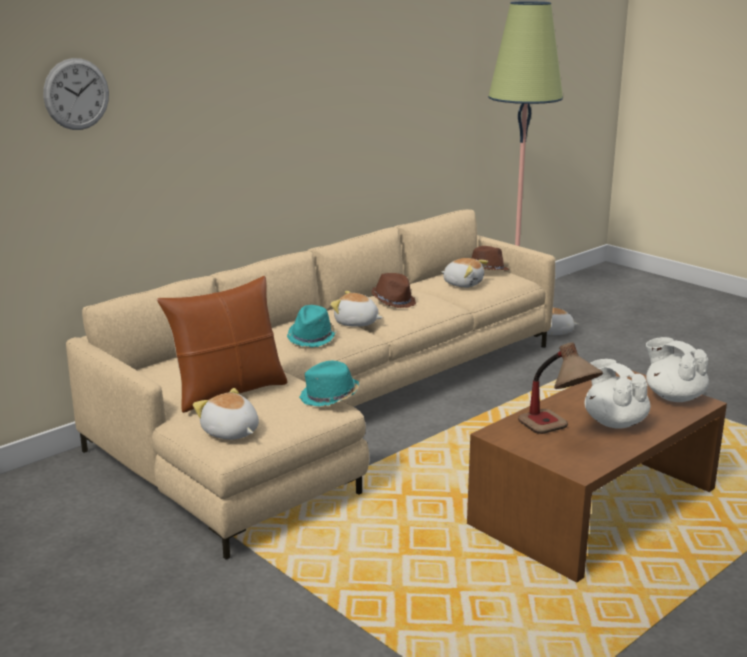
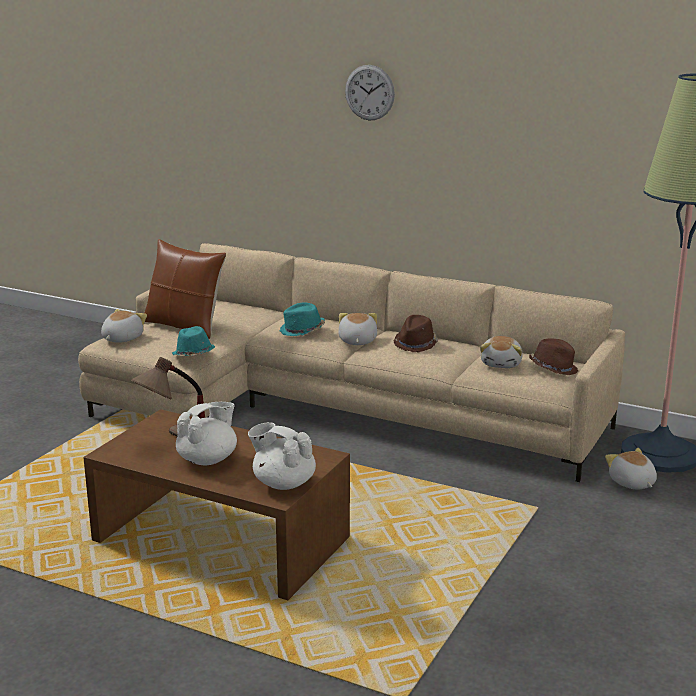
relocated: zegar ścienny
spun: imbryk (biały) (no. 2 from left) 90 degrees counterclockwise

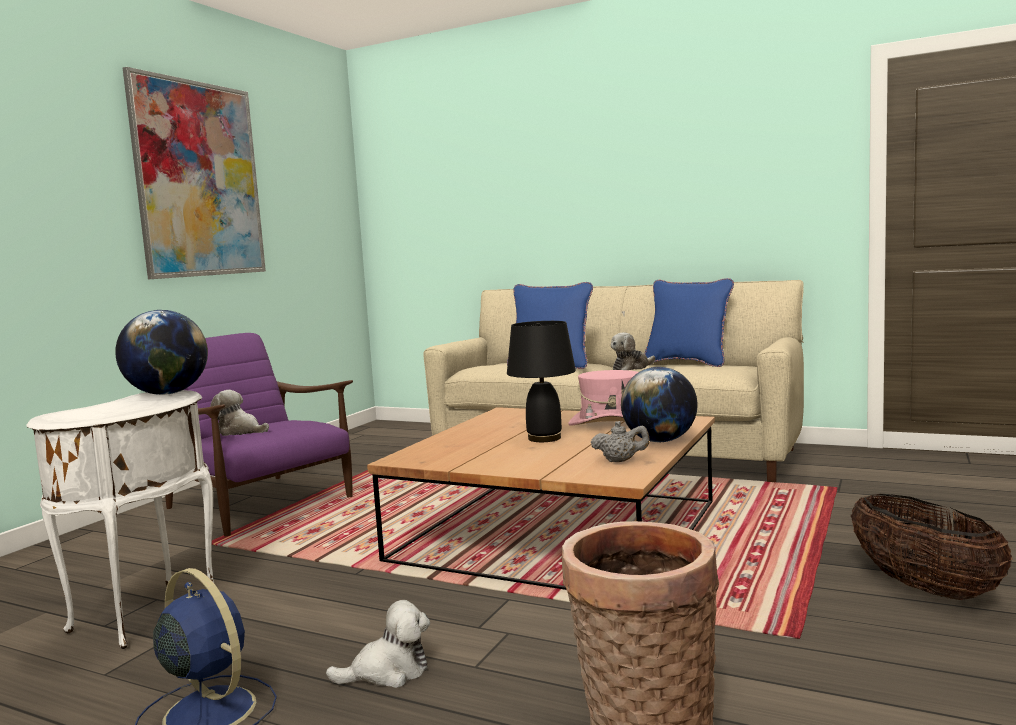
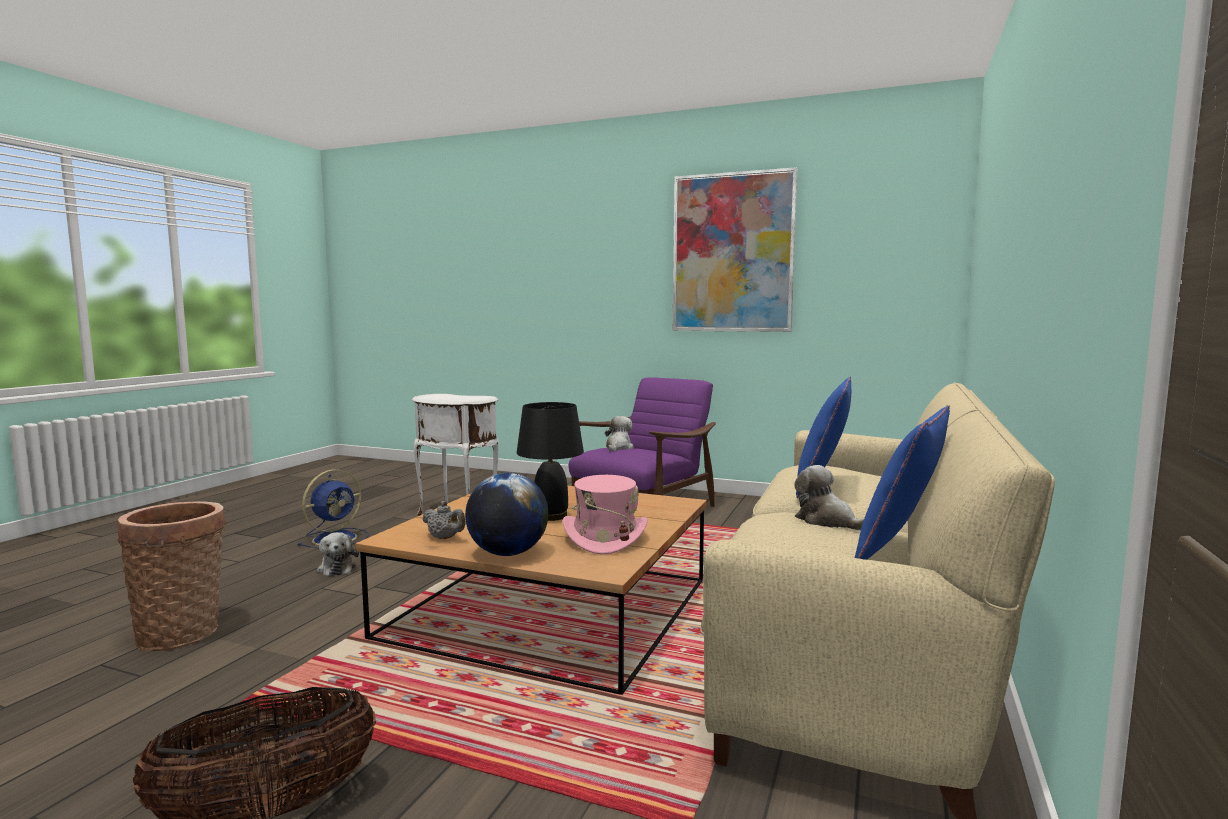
missing: globus (no. 1 from left)
spun: imbryk (szary) 60 degrees counterclockwise

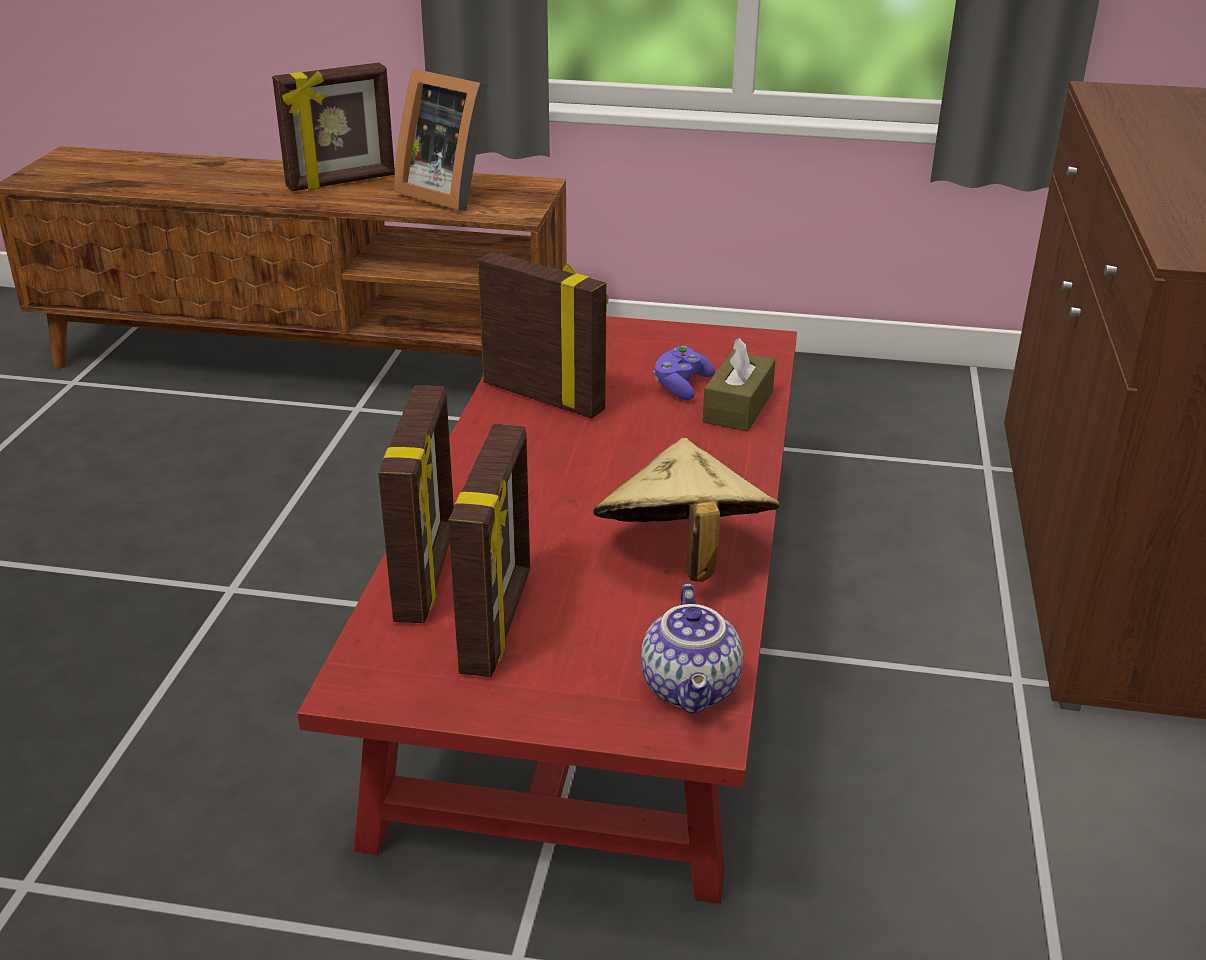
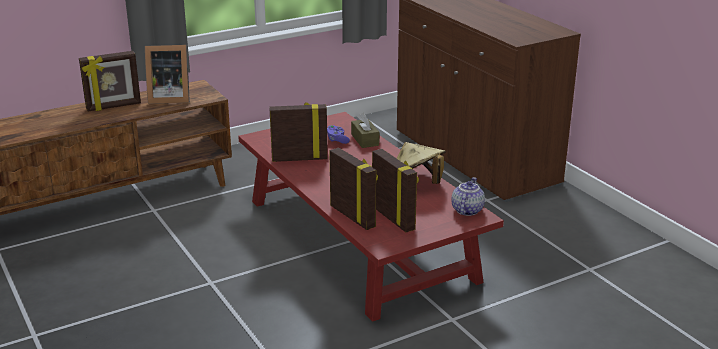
spun: ramka na zdjęcie (no. 1 from left) 45 degrees clockwise; imbryk 120 degrees counterclockwise

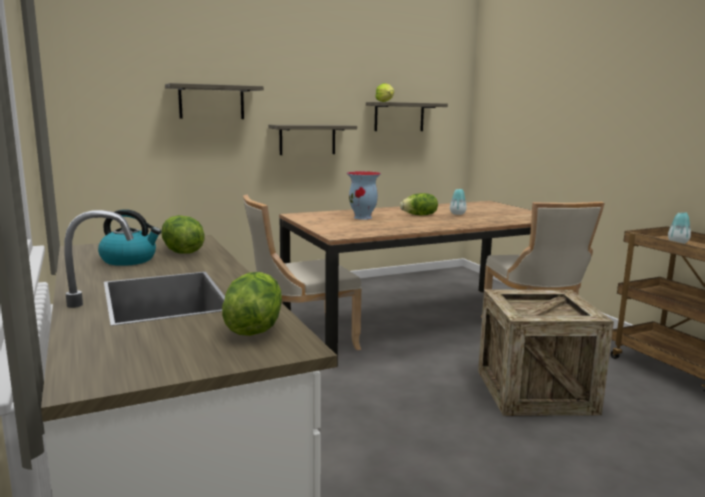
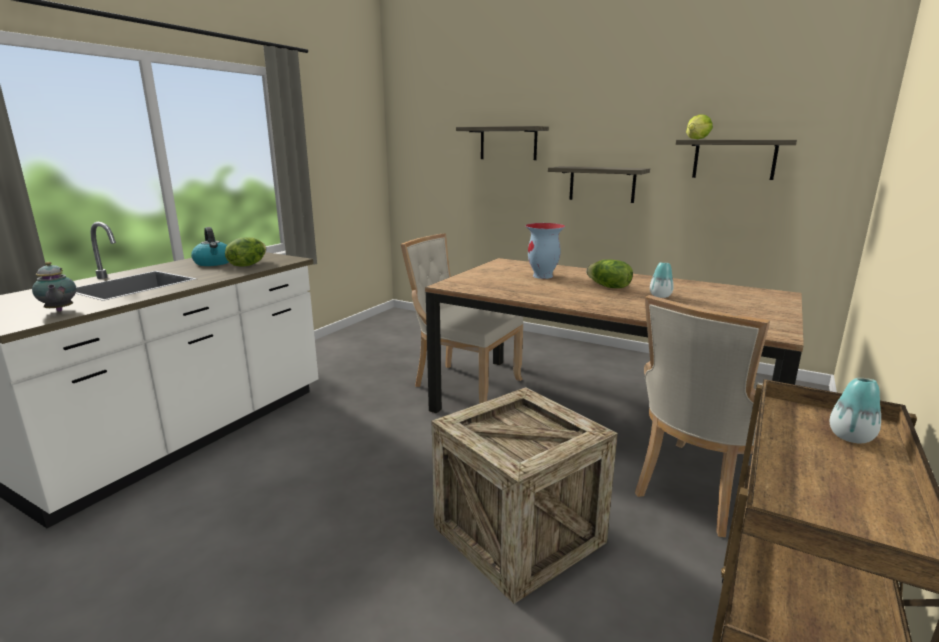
exchanged: sałata (no. 2 from left) to imbryk

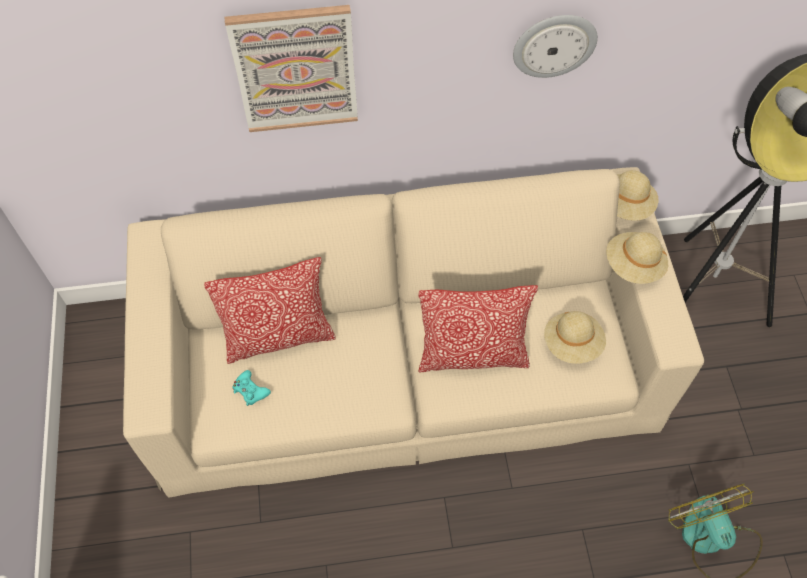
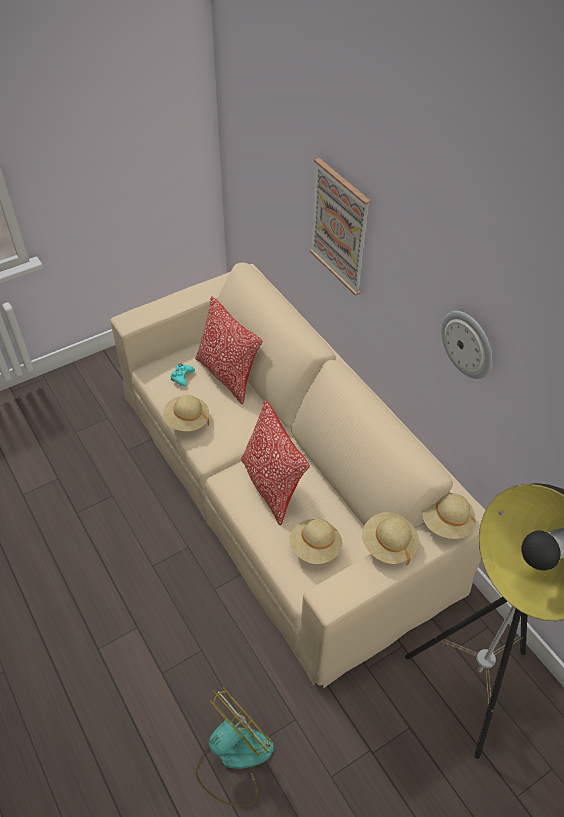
appeared: kapelusz (beżowy) (no. 1 from left)

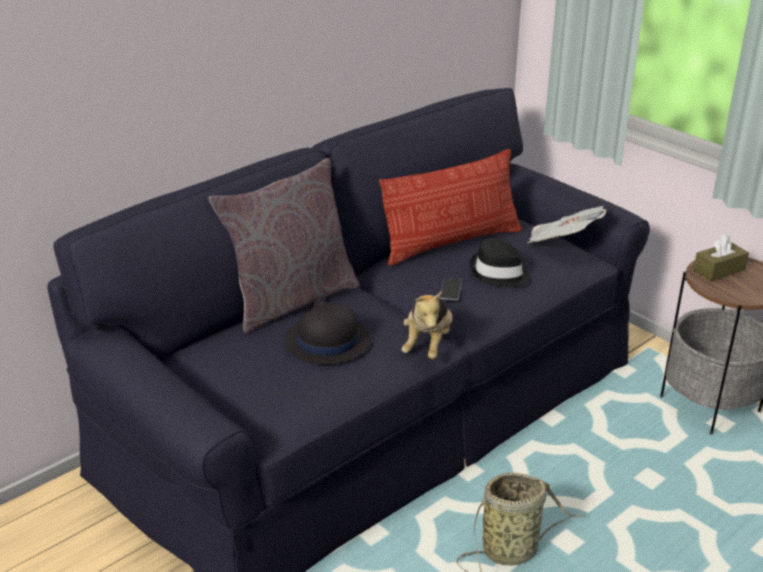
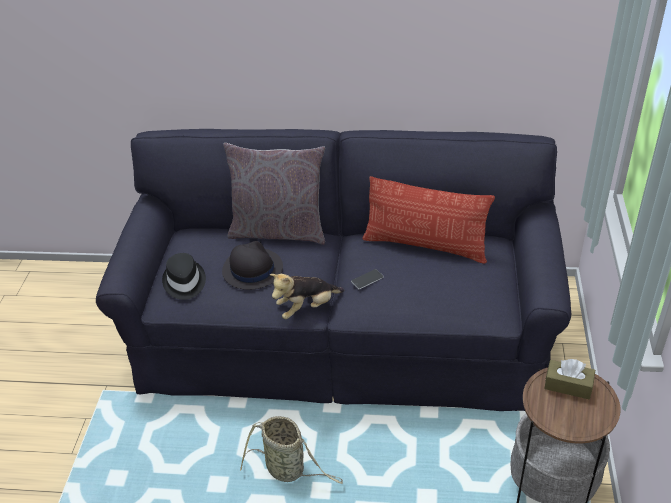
missing: gazeta
relocated: kapelusz (czarny) (no. 2 from left in the first image) to kapelusz (czarny) (no. 1 from left)

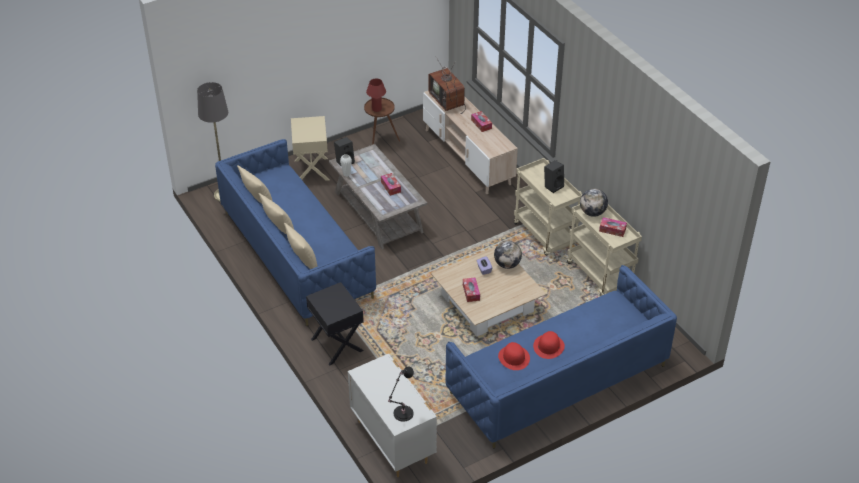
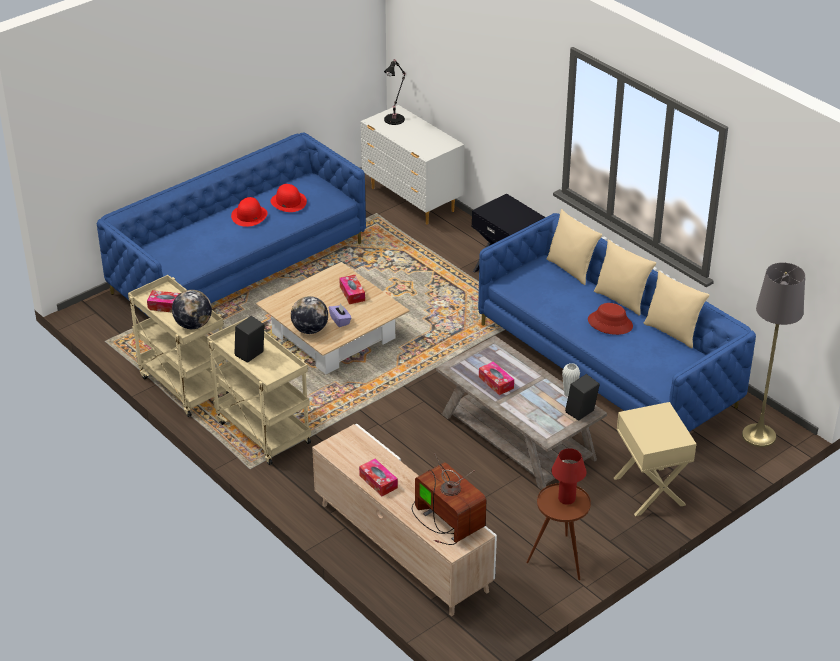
appeared: kapelusz (czerwony) (no. 3 from left)

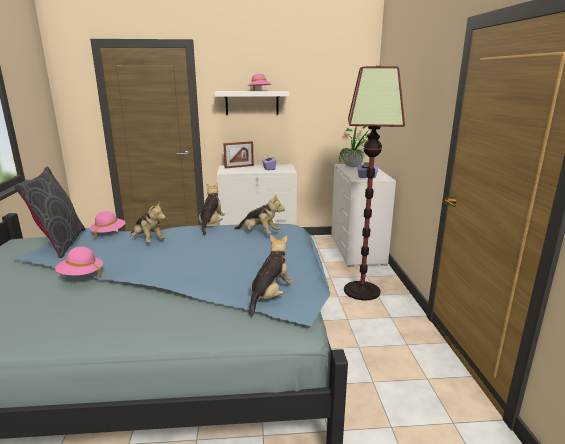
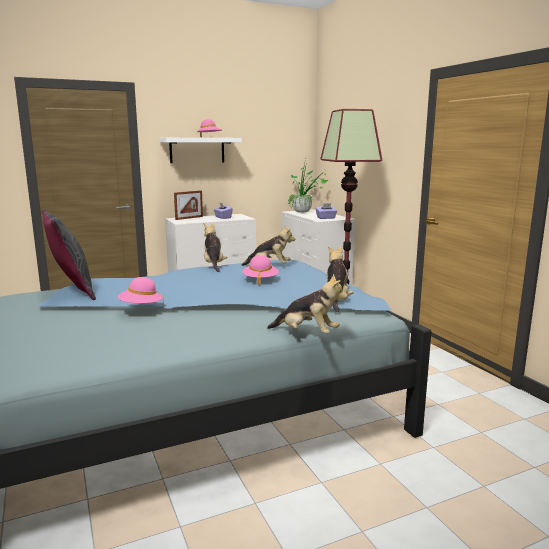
relocated: pluszak (no. 1 from left in the first image) to pluszak (no. 3 from left); kapelusz (różowy) (no. 2 from left in the first image) to kapelusz (różowy) (no. 3 from left)

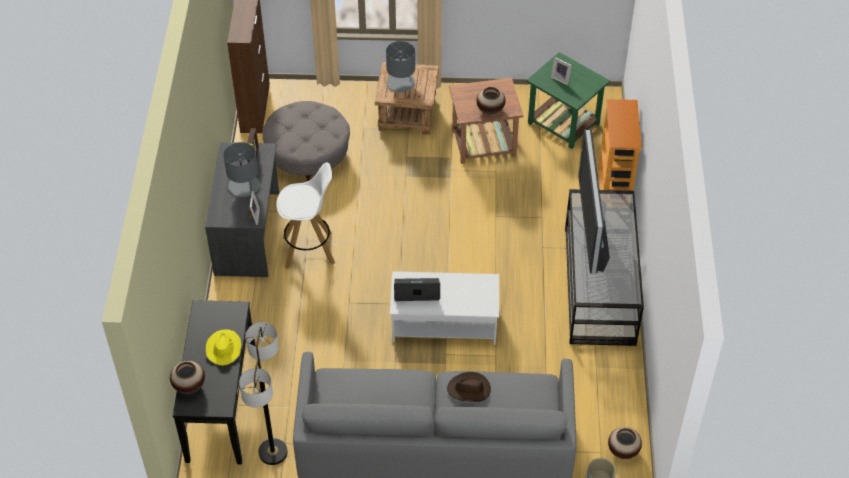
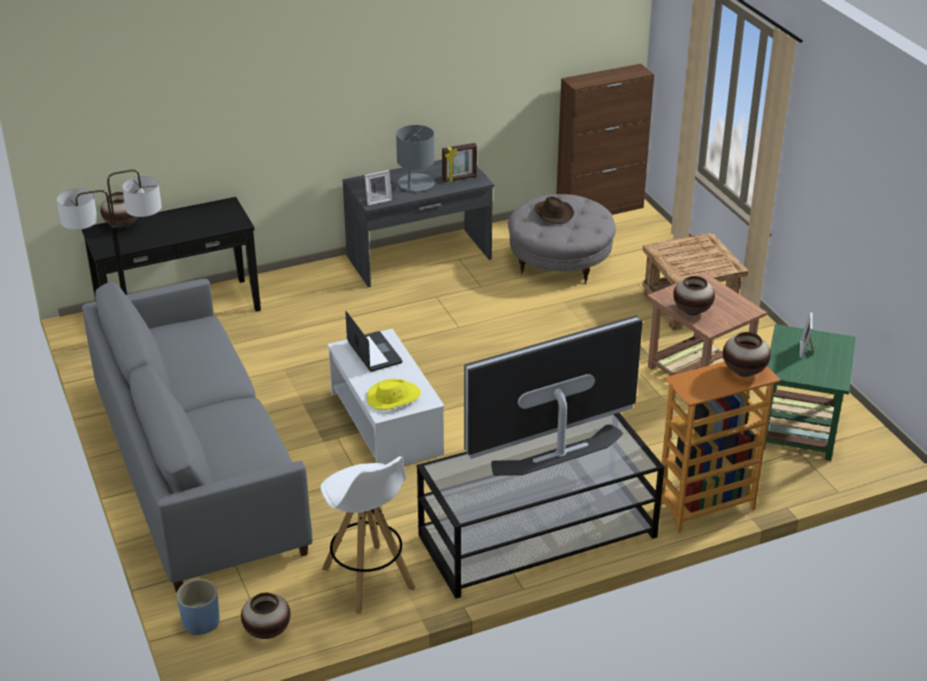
missing: lampa stołowa (szary) (no. 2 from left)
appeared: wazon (no. 4 from left)
relocated: stołek (biały); kapelusz (żółty); kapelusz (brązowy)

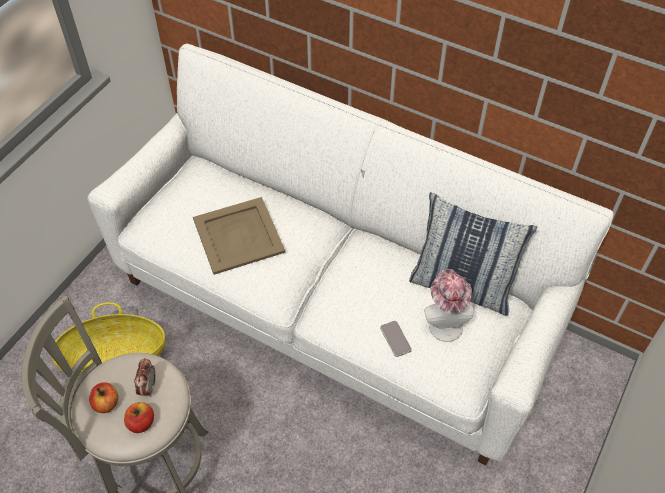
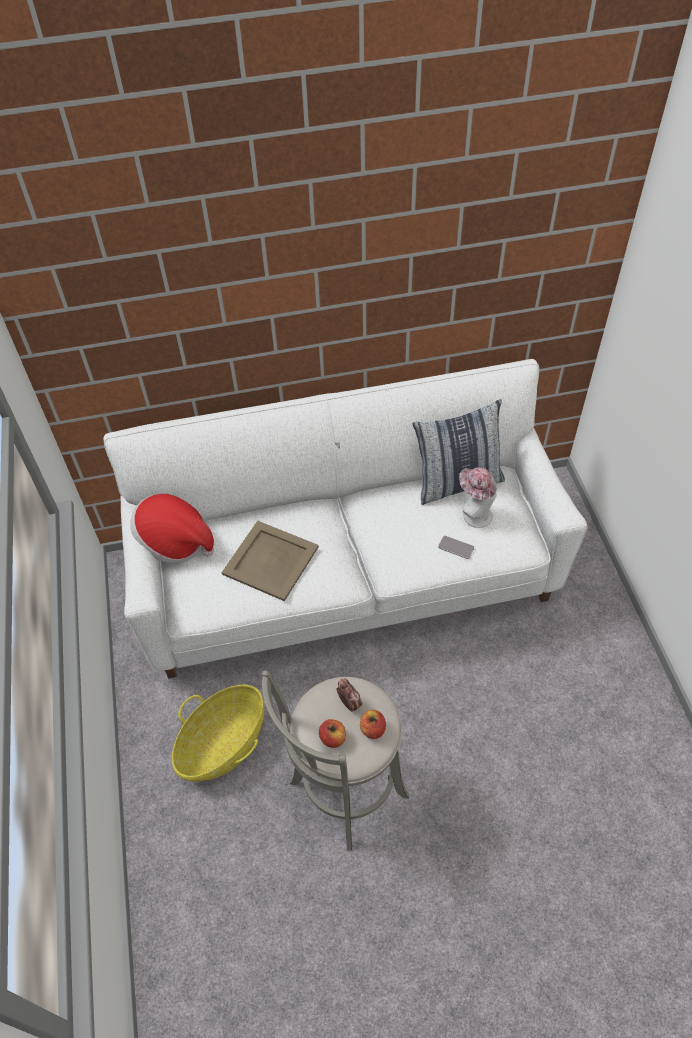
appeared: kapelusz (no. 1 from left)

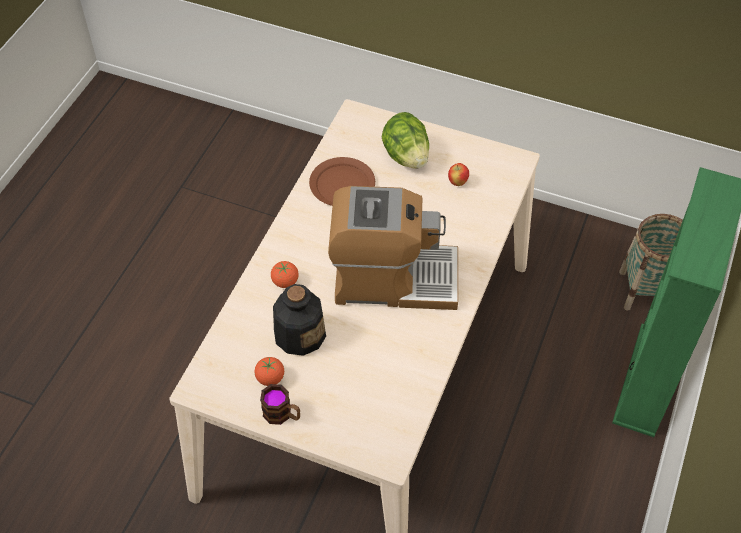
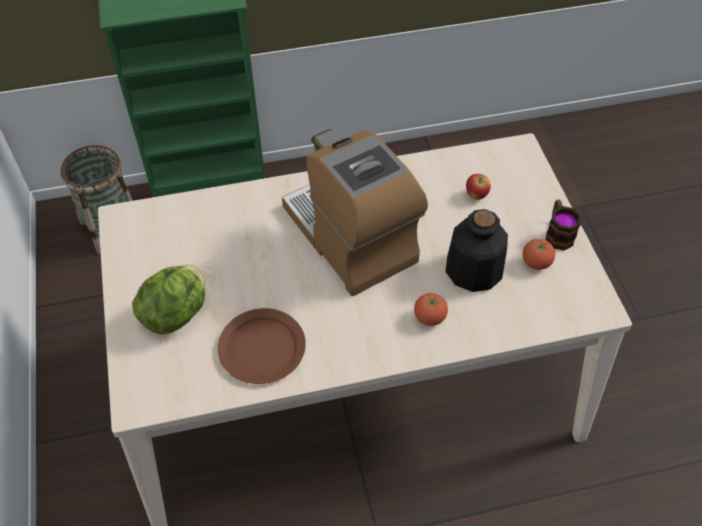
relocated: jabłko

